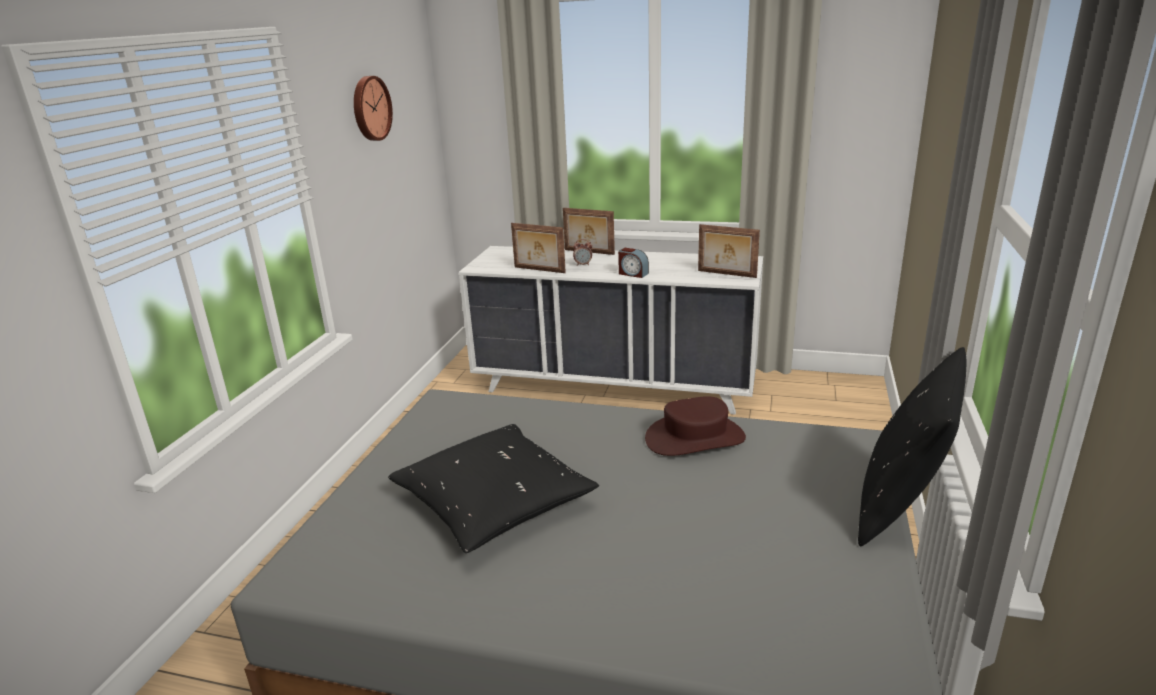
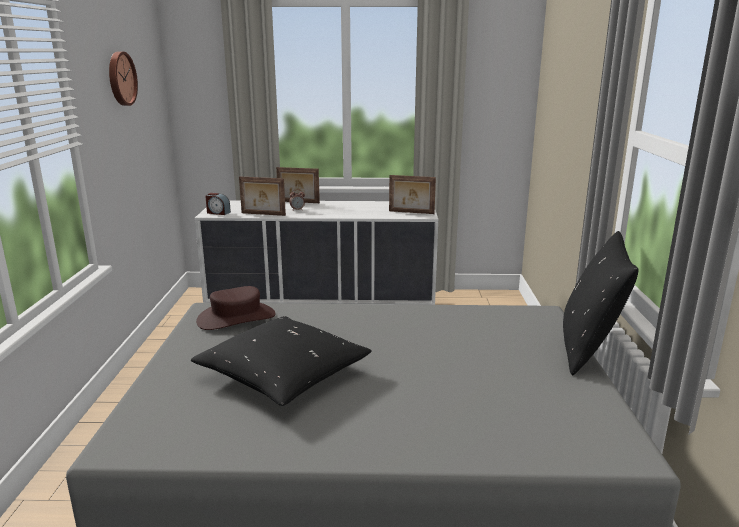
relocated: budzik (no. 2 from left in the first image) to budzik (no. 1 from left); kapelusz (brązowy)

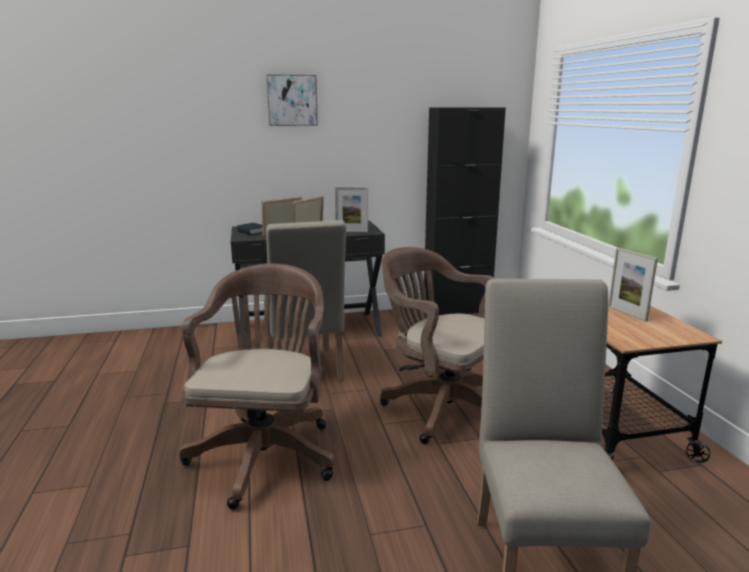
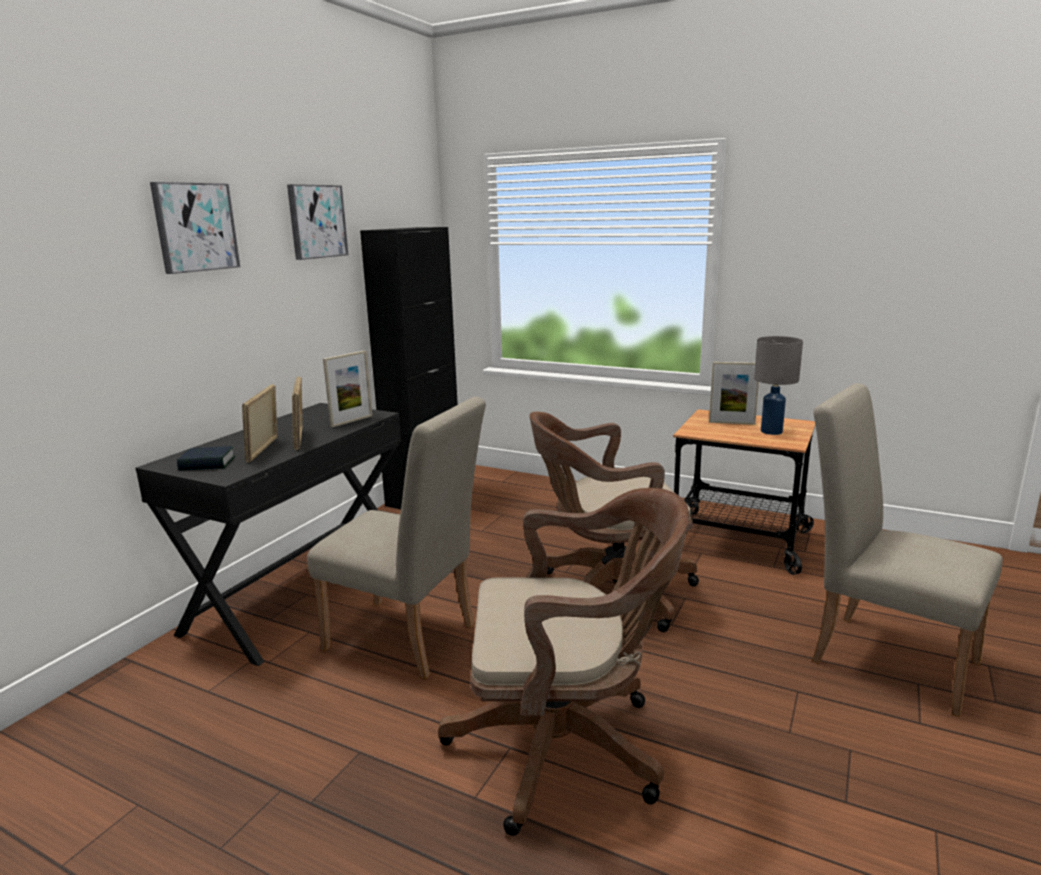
appeared: obraz (no. 2 from left); lampa stołowa (szary)
spun: krzesło biurowe (brązowy) (no. 1 from left) 135 degrees clockwise

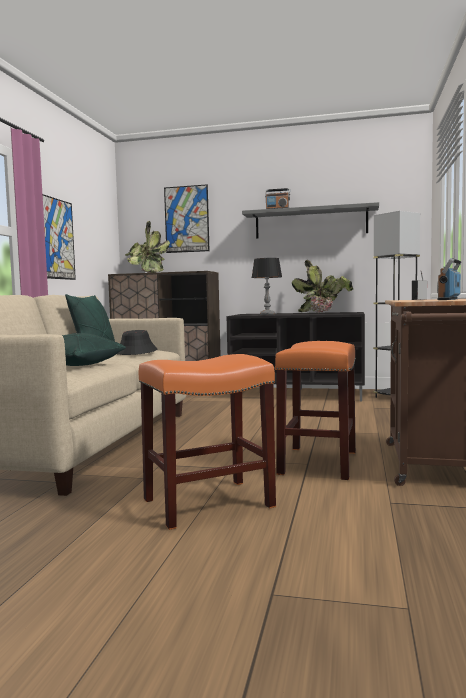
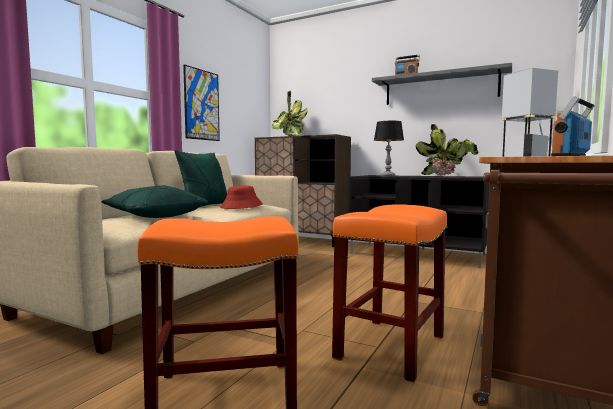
missing: obraz (no. 2 from left)
colour: kapelusz (czarny) to kapelusz (czerwony)

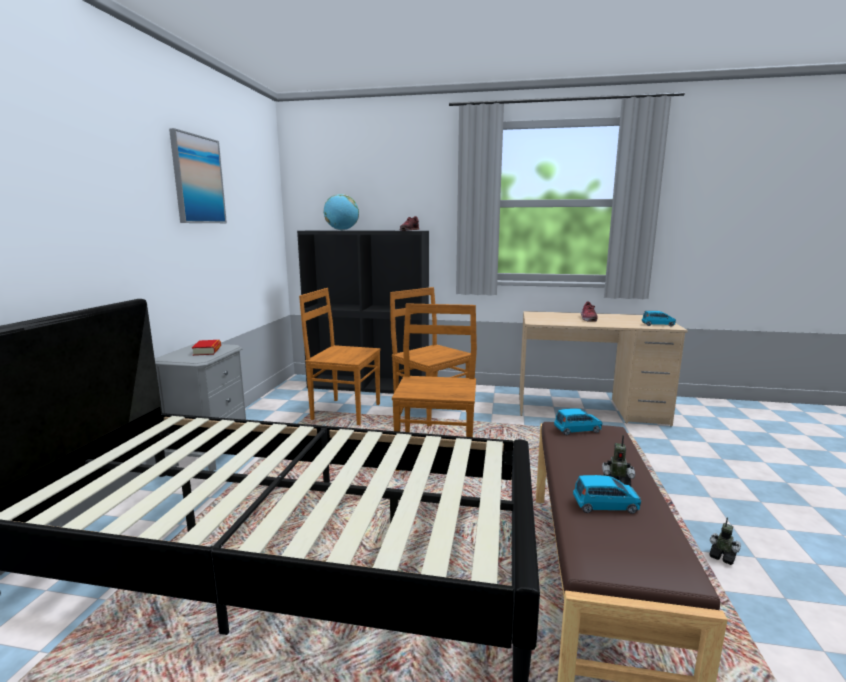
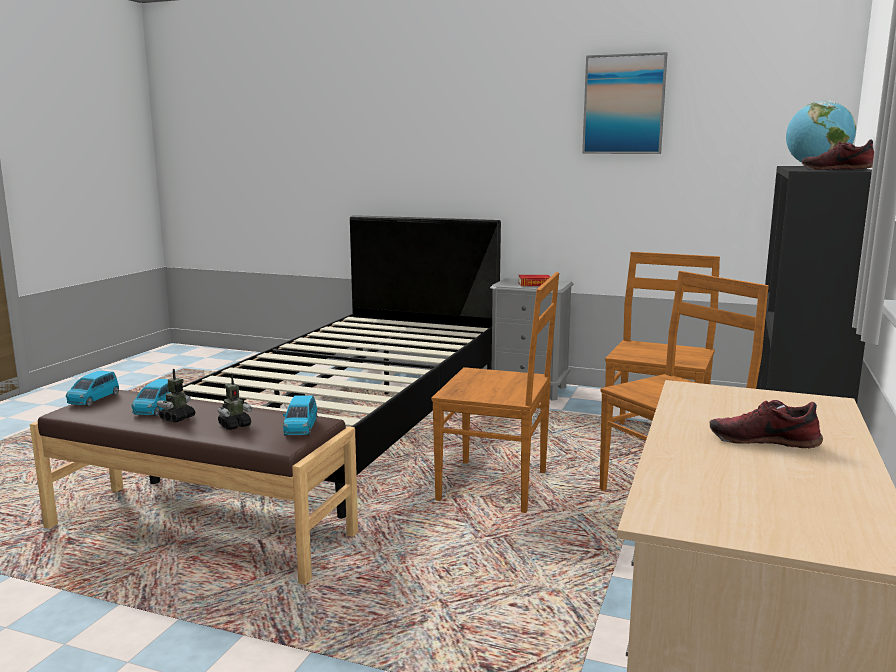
relocated: samochodzik (niebieski) (no. 3 from left in the first image) to samochodzik (niebieski) (no. 1 from left); robot zabawkowy (no. 2 from left)

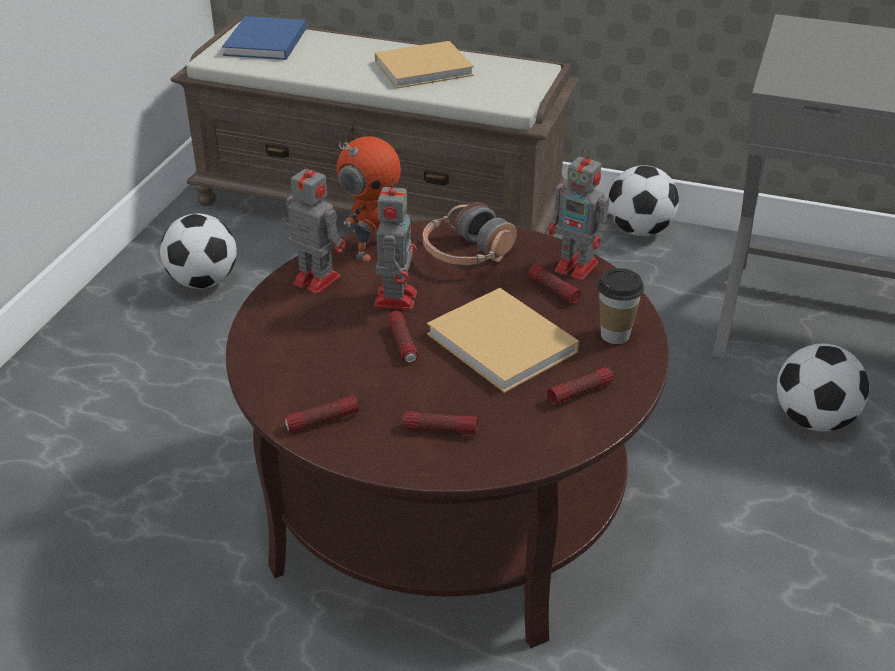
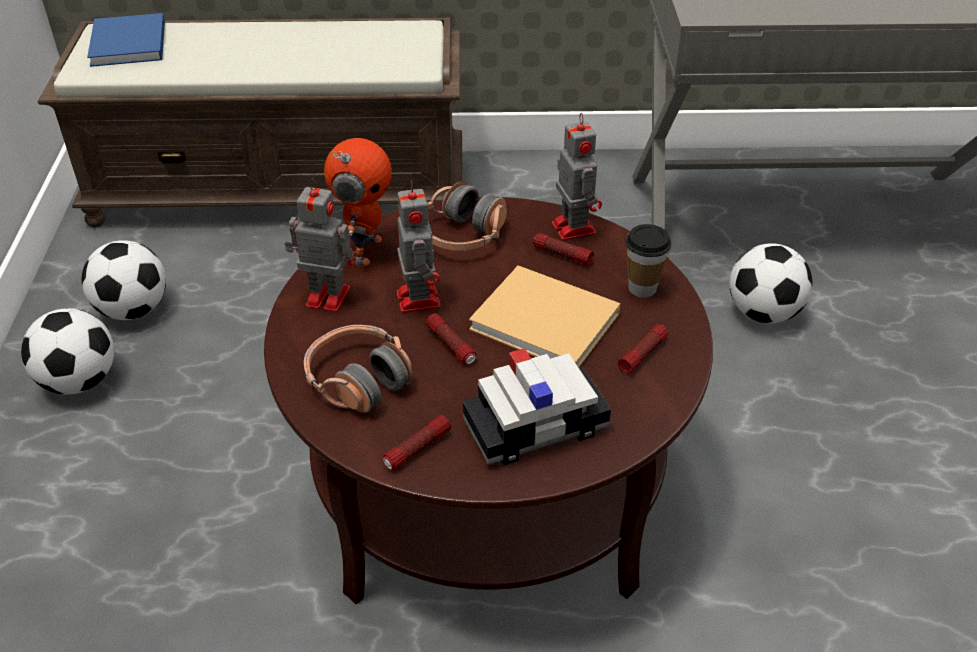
missing: książka (beżowy) (no. 1 from left)
appeared: słuchawki (no. 1 from left)
relocated: piłka futbolowa (no. 2 from left in the first image) to piłka futbolowa (no. 1 from left)
exchanged: latarka (no. 3 from left) to samochodzik
spun: robot zabawkowy (no. 4 from left) 120 degrees counterclockwise

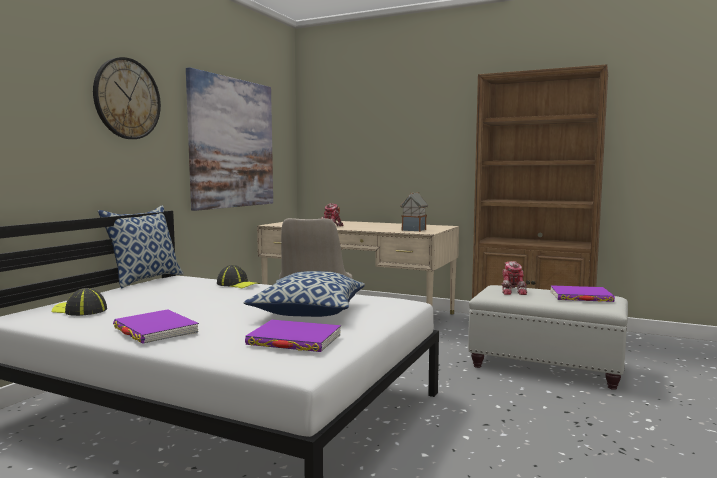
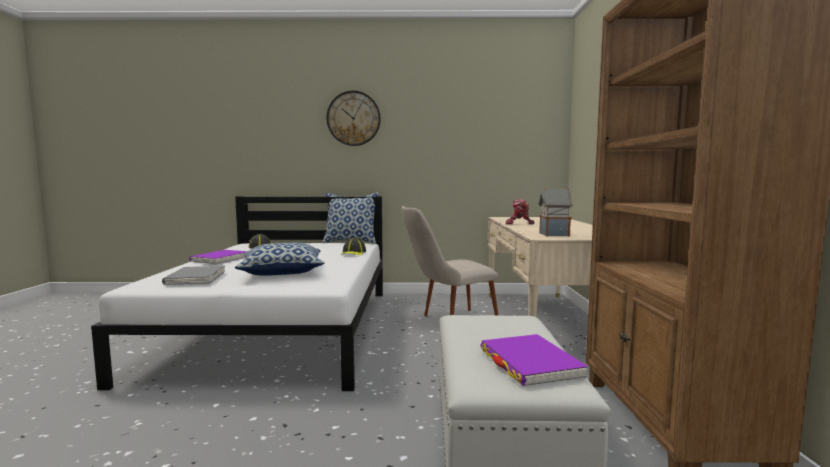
missing: obraz; robot zabawkowy (no. 2 from left)
colour: książka (fioletowy) (no. 2 from left) to książka (szary)

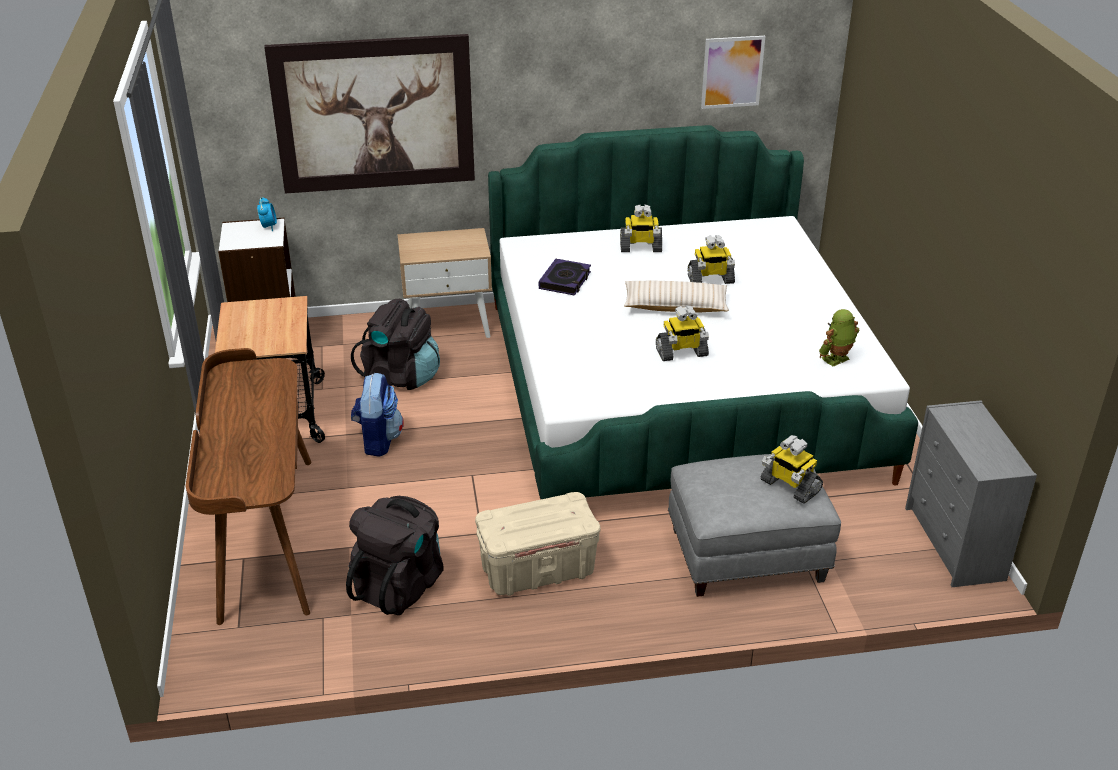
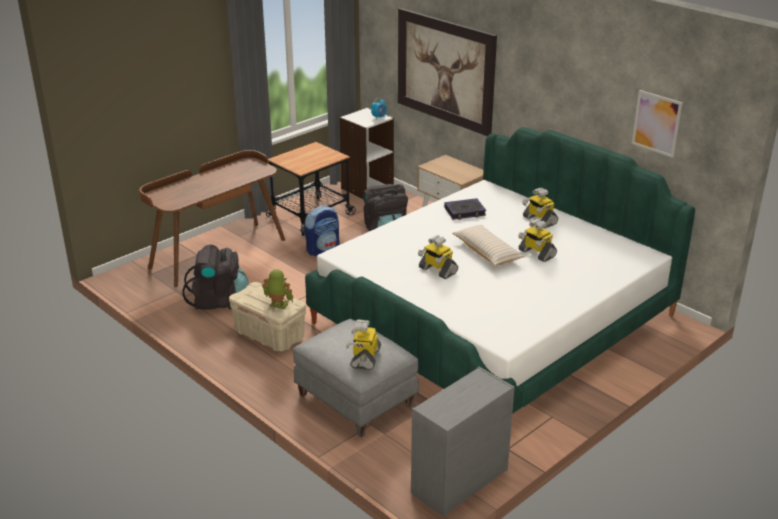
relocated: robot zabawkowy (no. 5 from left in the first image) to robot zabawkowy (no. 1 from left)

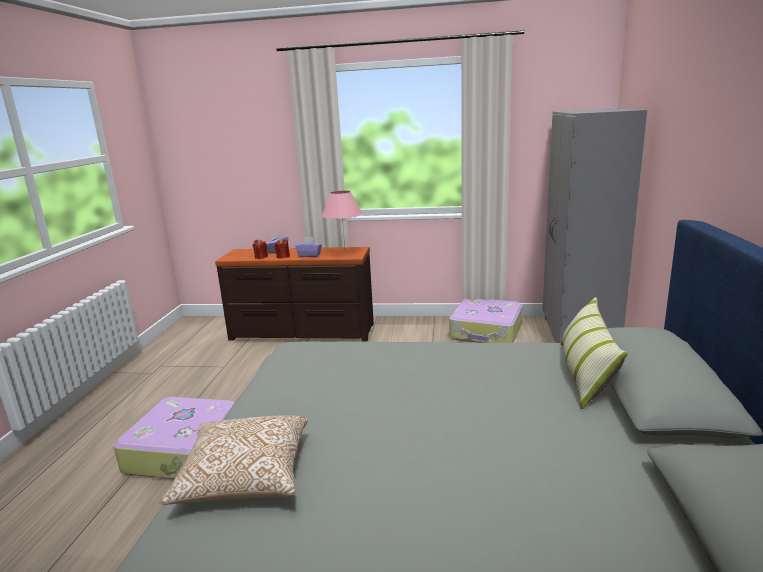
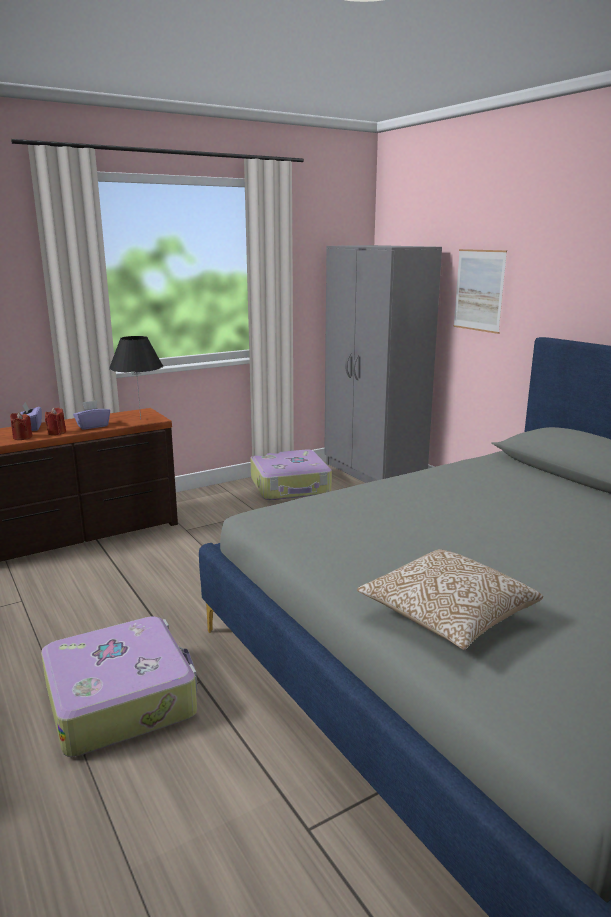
missing: poduszka (no. 2 from left)
appeared: obraz
colour: lampa stołowa (różowy) to lampa stołowa (czarny)

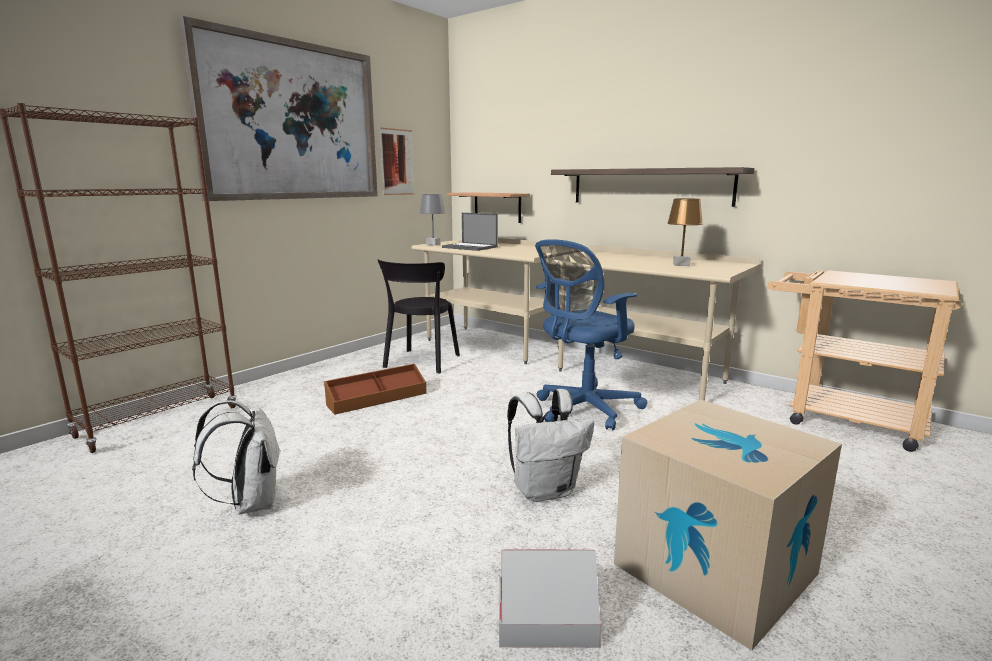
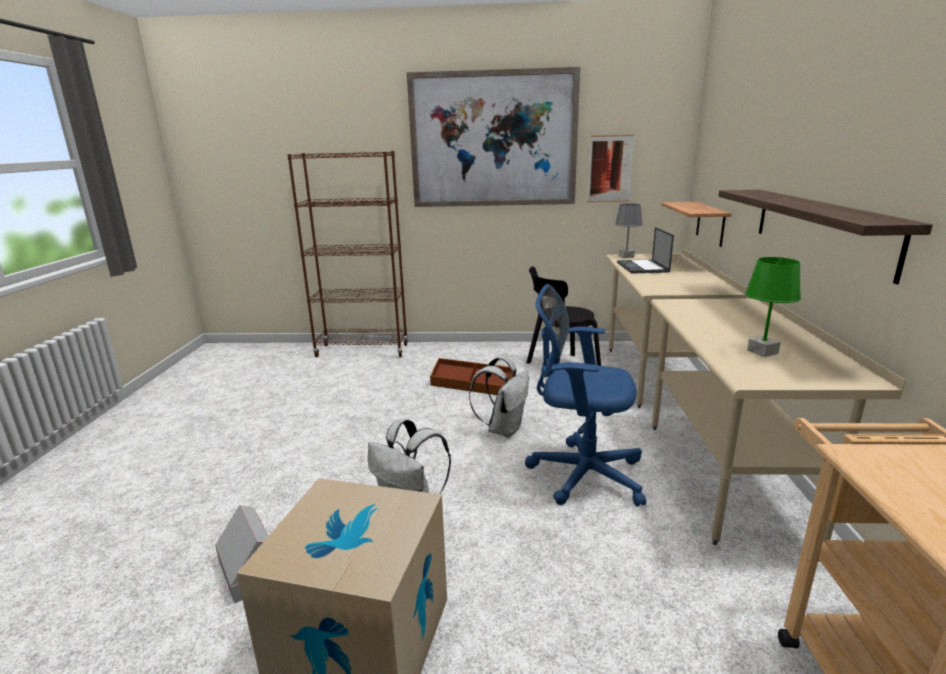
relocated: plecak (biały) (no. 1 from left in the first image) to plecak (biały) (no. 2 from left)
colour: lampa stołowa (brązowy) to lampa stołowa (zielony)

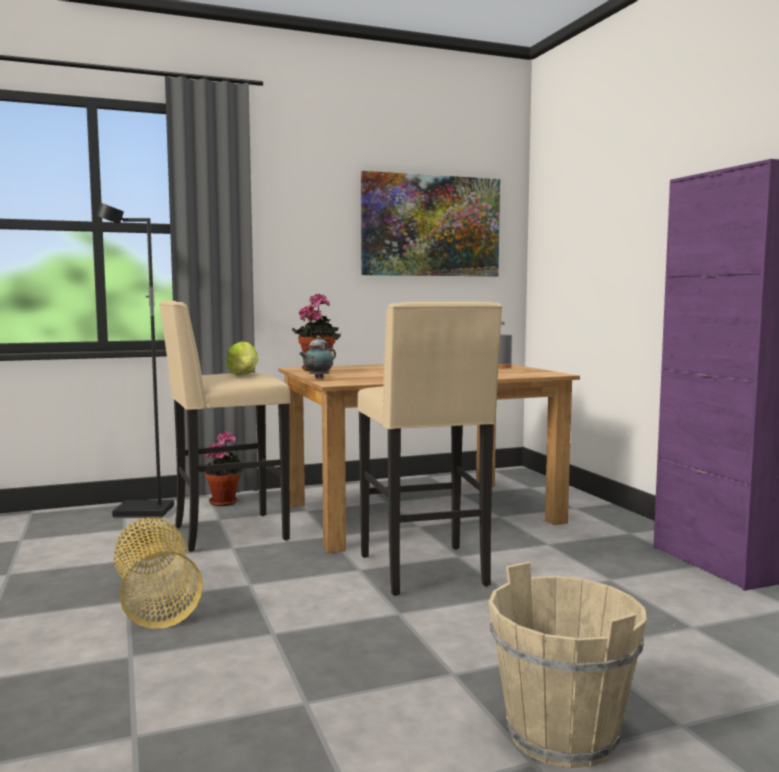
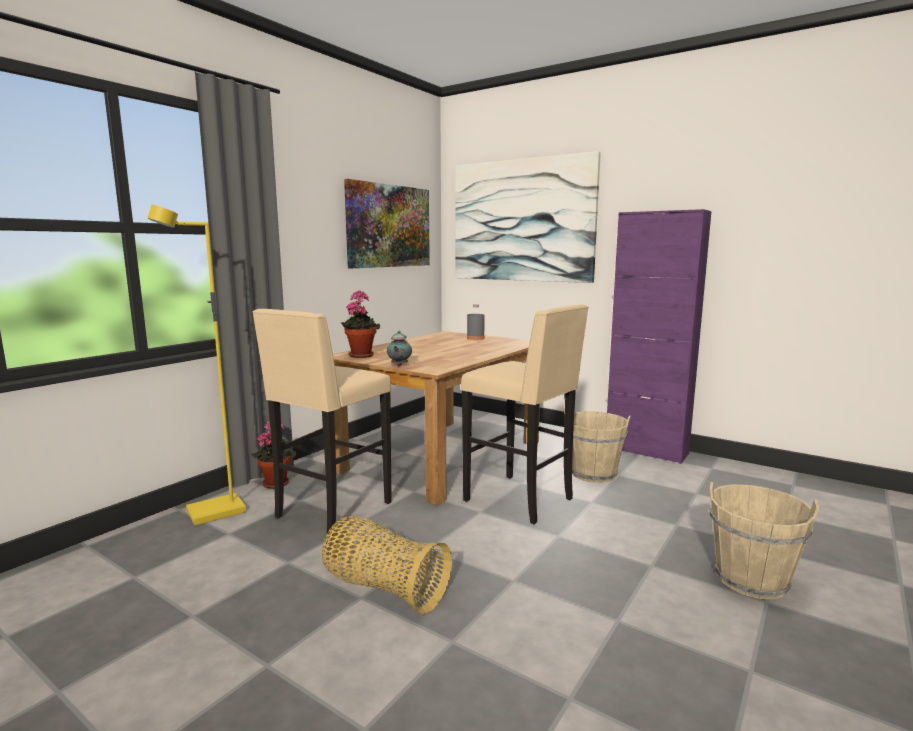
missing: sałata
appeared: obraz (no. 2 from left); wiadro (beżowy) (no. 1 from left)
colour: lampa stojąca (czarny) to lampa stojąca (żółty)

